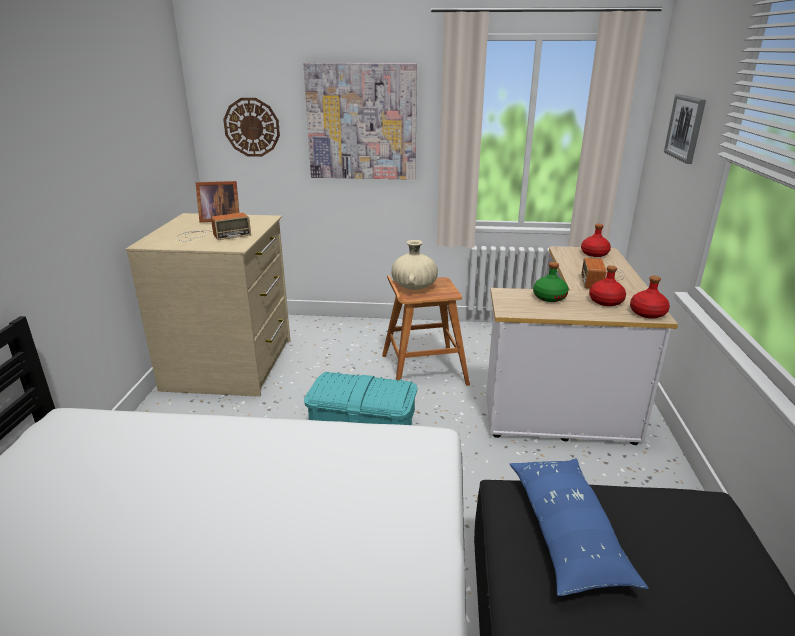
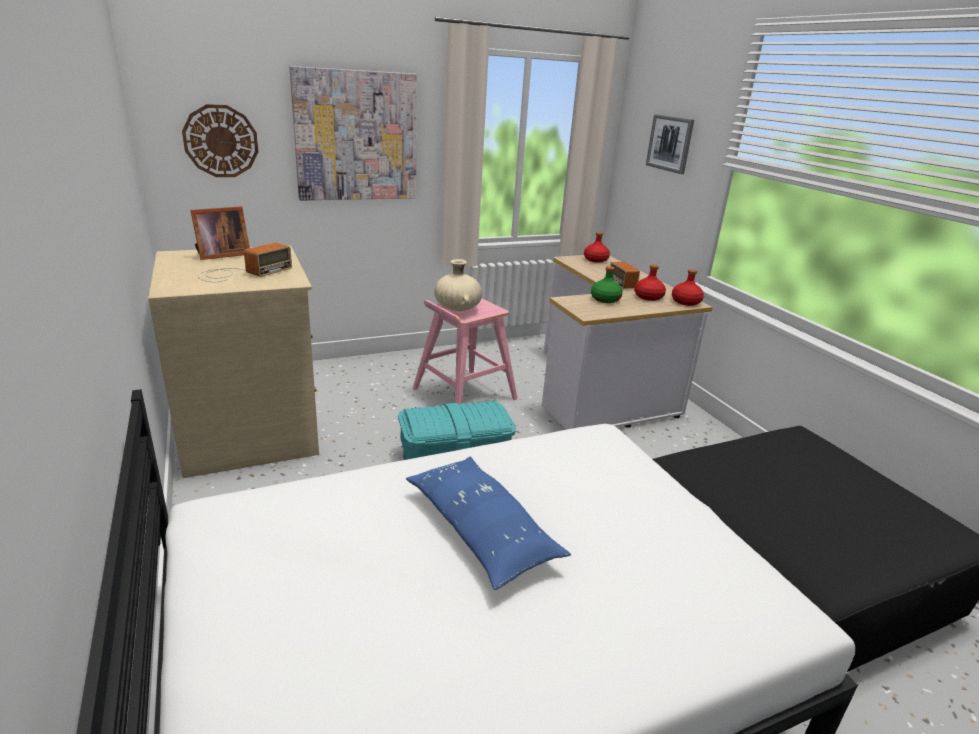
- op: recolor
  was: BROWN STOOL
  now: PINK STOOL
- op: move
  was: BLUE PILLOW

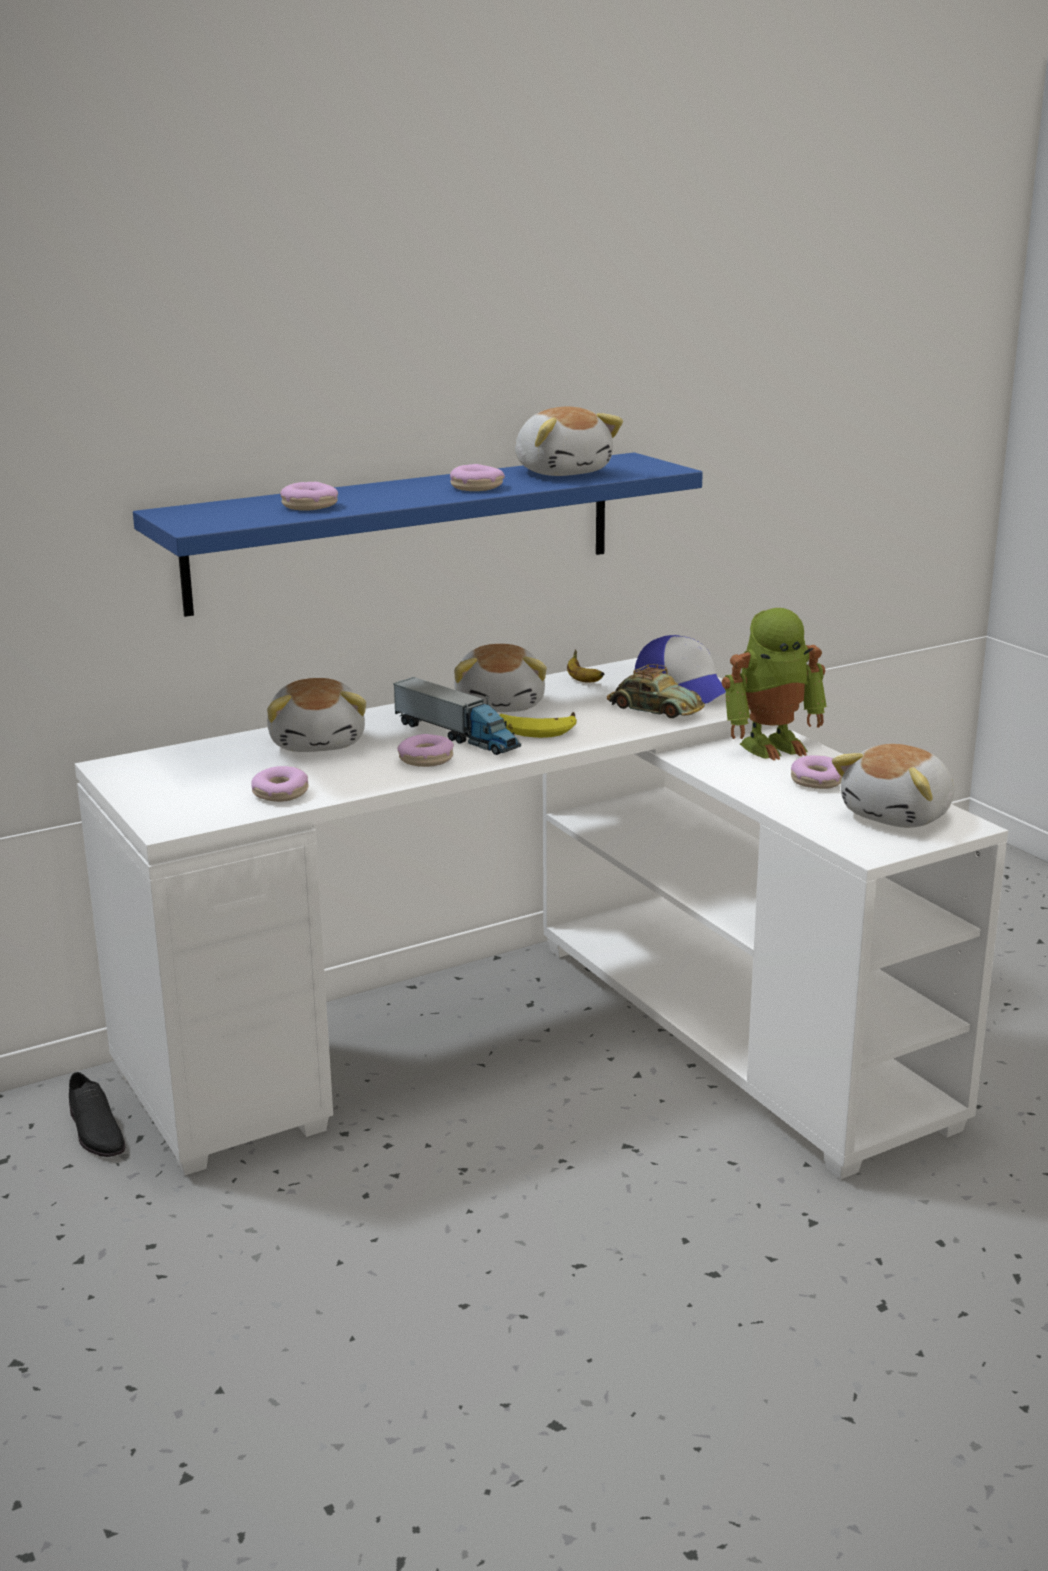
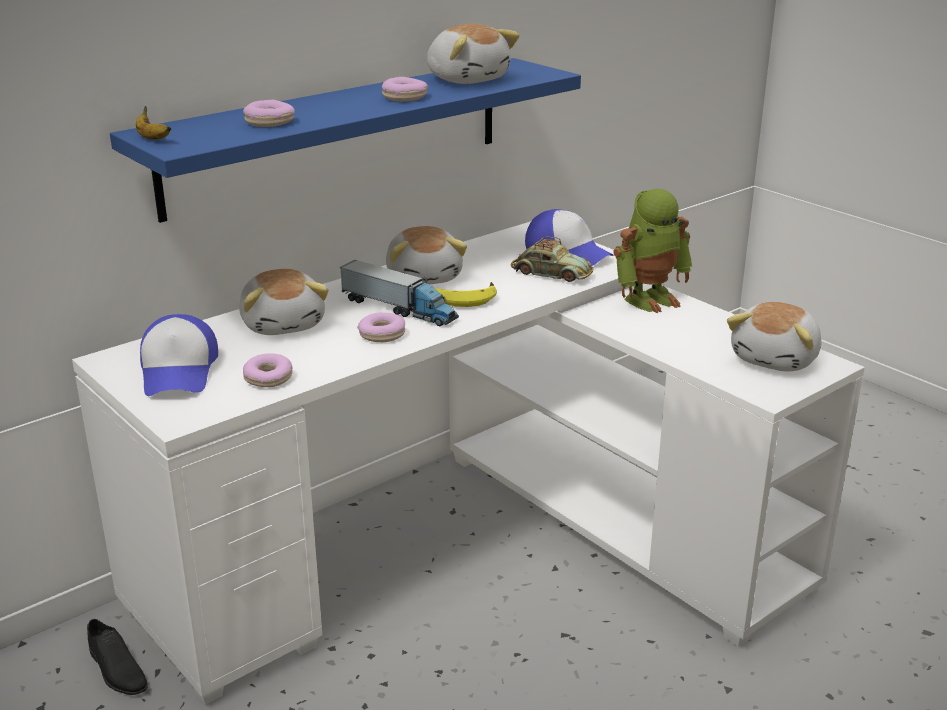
- op: move
  was: BANANA (2nd from left in the first image)
  now: BANANA (1st from left)
- op: delete
  was: DONUT (5th from left)
- op: insert
  now: CAP (1st from left)

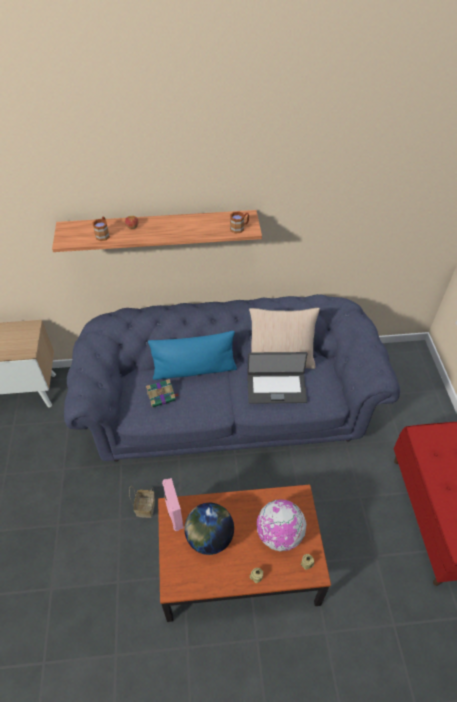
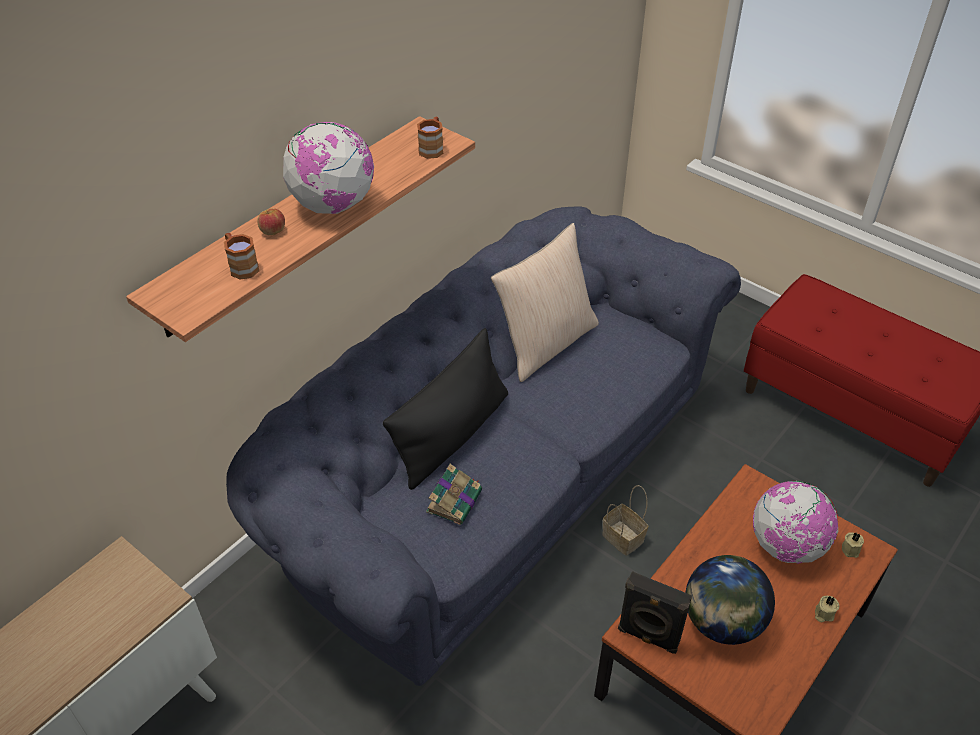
- op: recolor
  was: BLUE PILLOW
  now: BLACK PILLOW
- op: delete
  was: LAPTOP
- op: recolor
  was: PINK SPEAKER
  now: BLACK SPEAKER
- op: move
  was: BASKET
- op: insert
  now: GLOBE (1st from left)

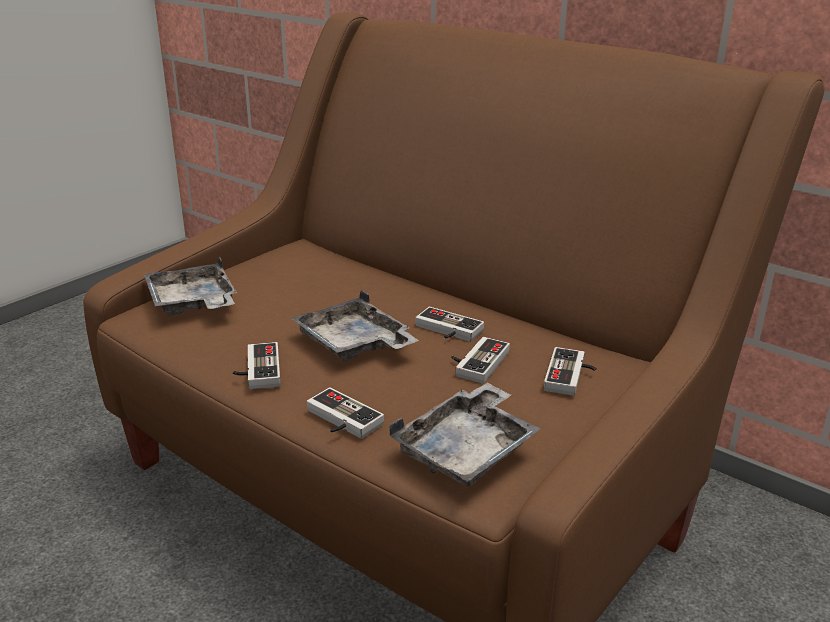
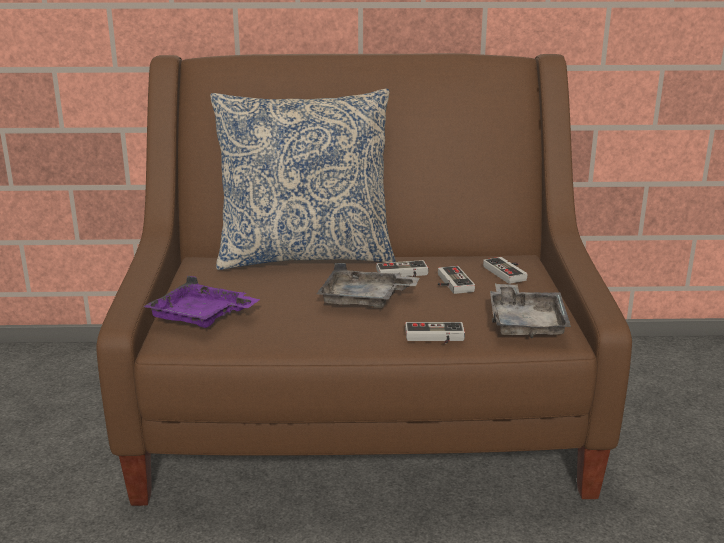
- op: recolor
  was: GREY TRAY (1st from left)
  now: PURPLE TRAY
- op: delete
  was: GAME CONTROLLER (1st from left)
- op: insert
  now: PILLOW

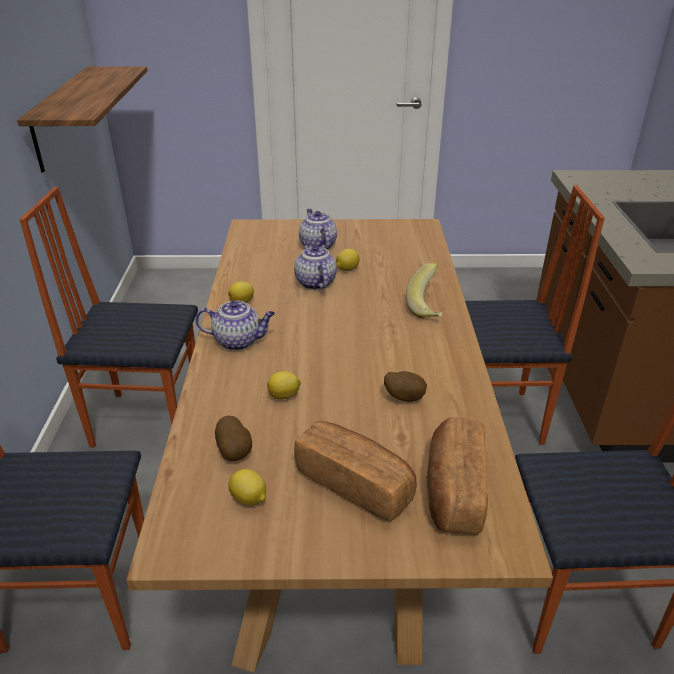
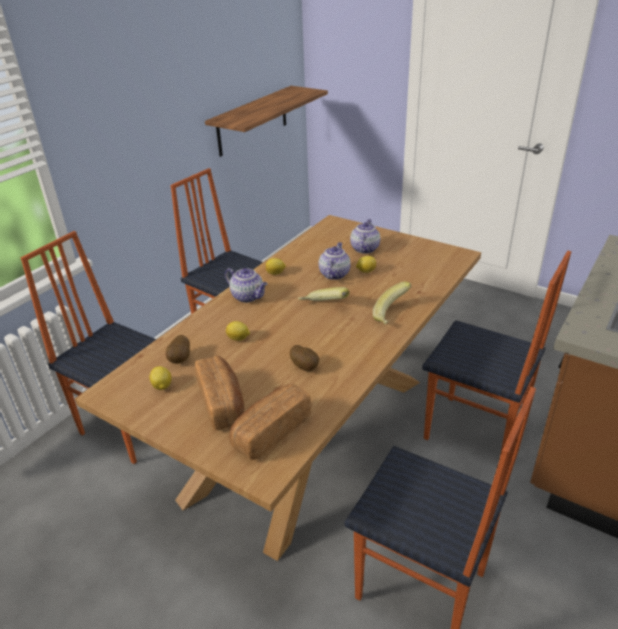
- op: insert
  now: BANANA (1st from left)

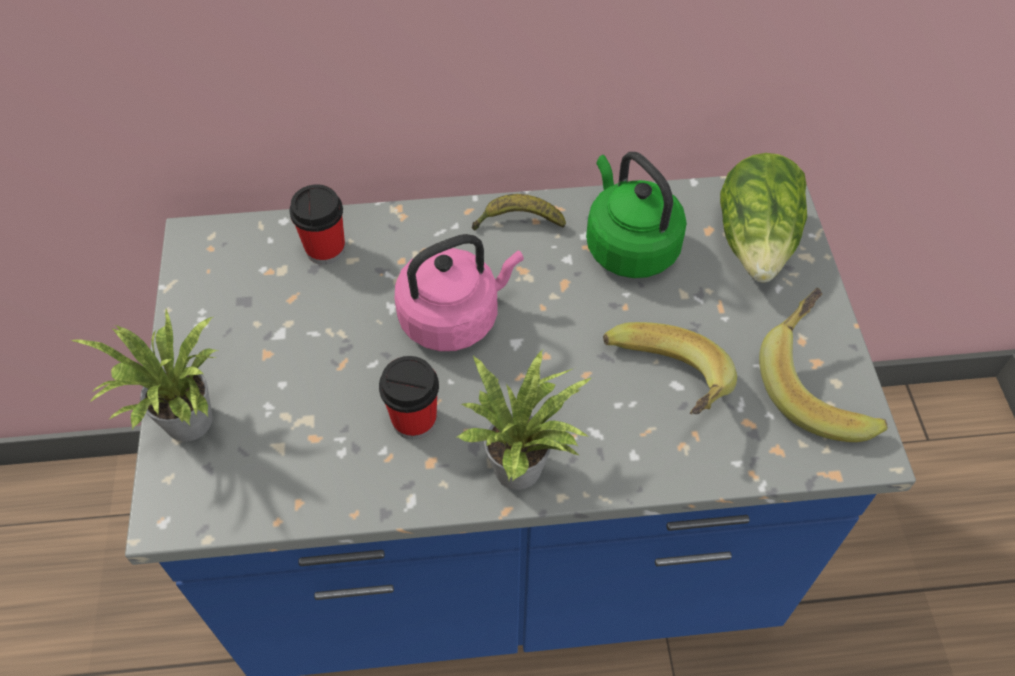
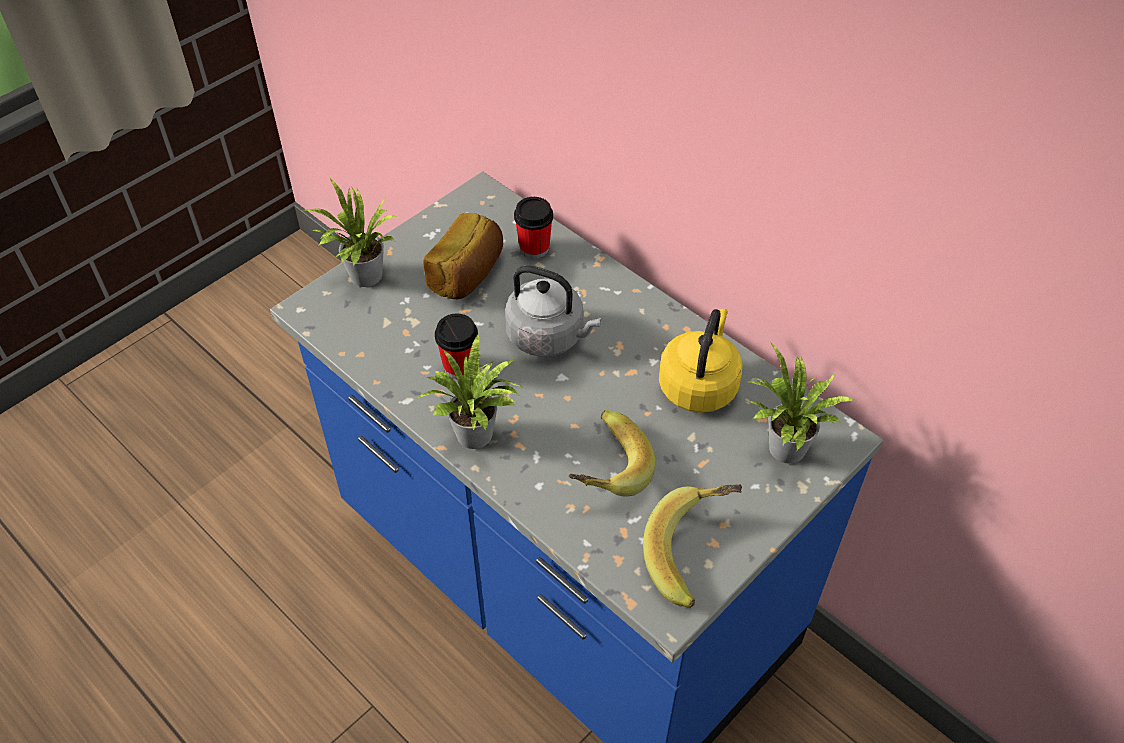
- op: recolor
  was: GREEN KETTLE
  now: YELLOW KETTLE
- op: replace
  was: LETTUCE
  now: POTTED PLANT (3rd from left)
- op: delete
  was: BANANA (1st from left)
- op: recolor
  was: PINK KETTLE
  now: GREY KETTLE
- op: insert
  now: BREAD

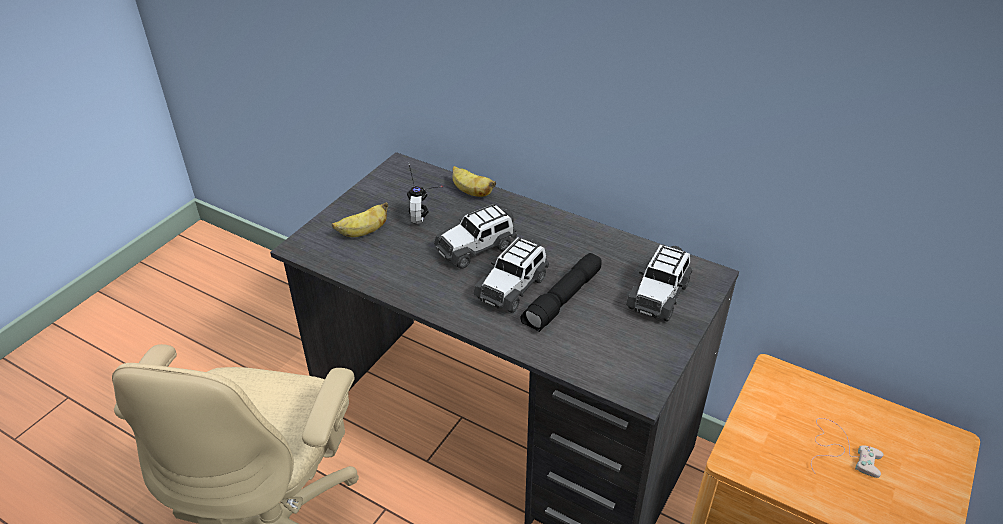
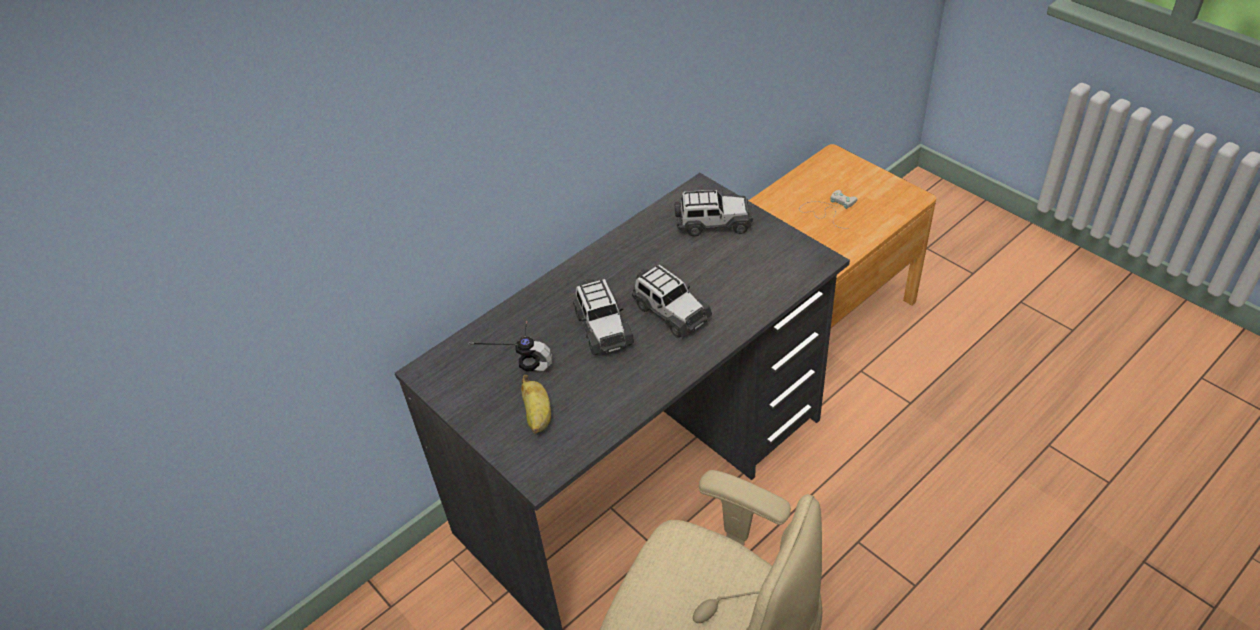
- op: delete
  was: BANANA (2nd from left)
- op: rotate
  was: TOY CAR (3rd from left)
  clockwise: -45
- op: delete
  was: BLACK FLASHLIGHT

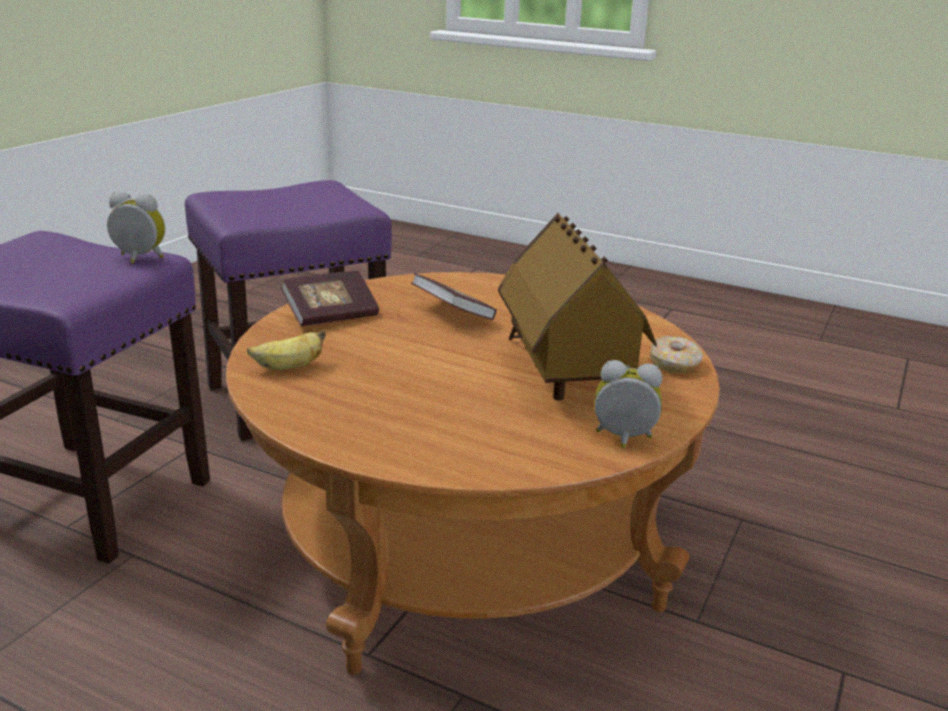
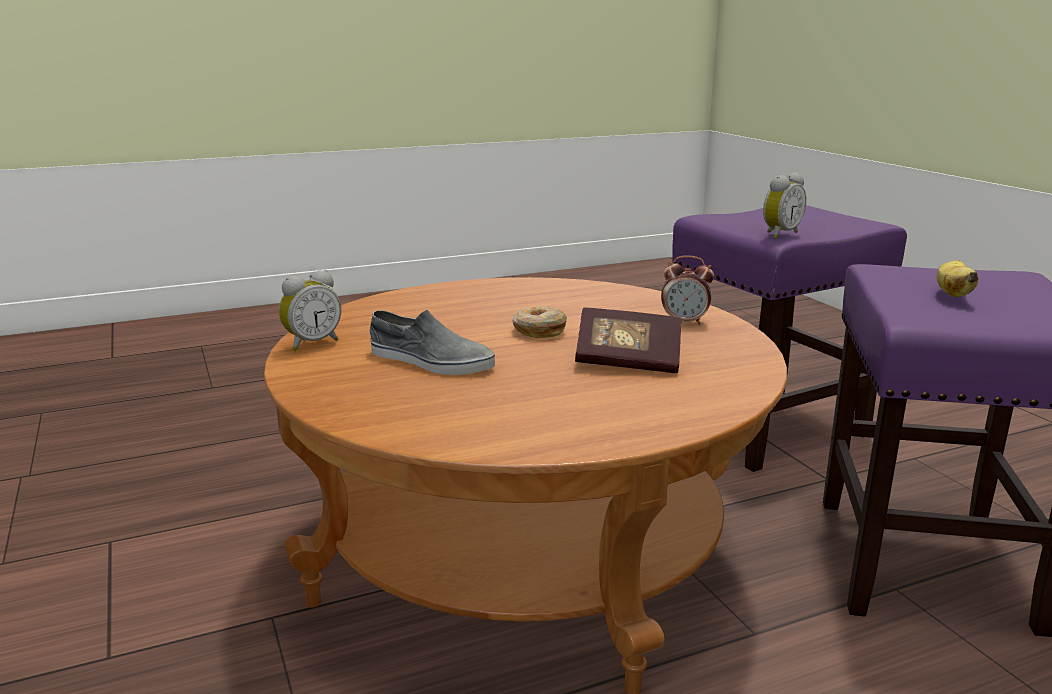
- op: replace
  was: TOY HOUSE
  now: GREY SHOE
- op: replace
  was: BOOK (1st from left)
  now: ALARM CLOCK (2nd from left)
- op: move
  was: BANANA
- op: move
  was: DONUT

